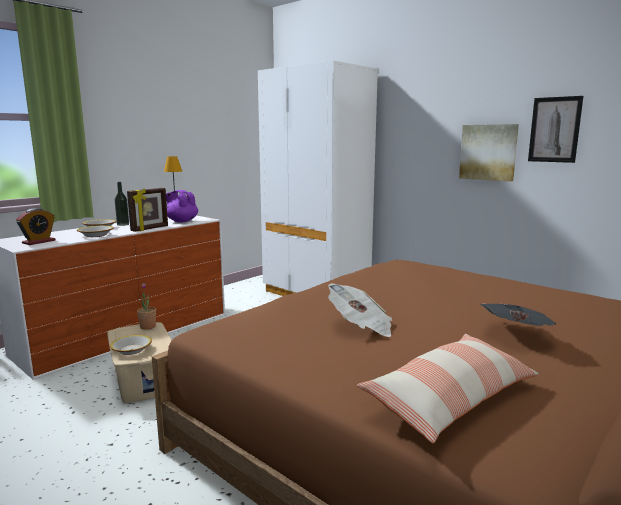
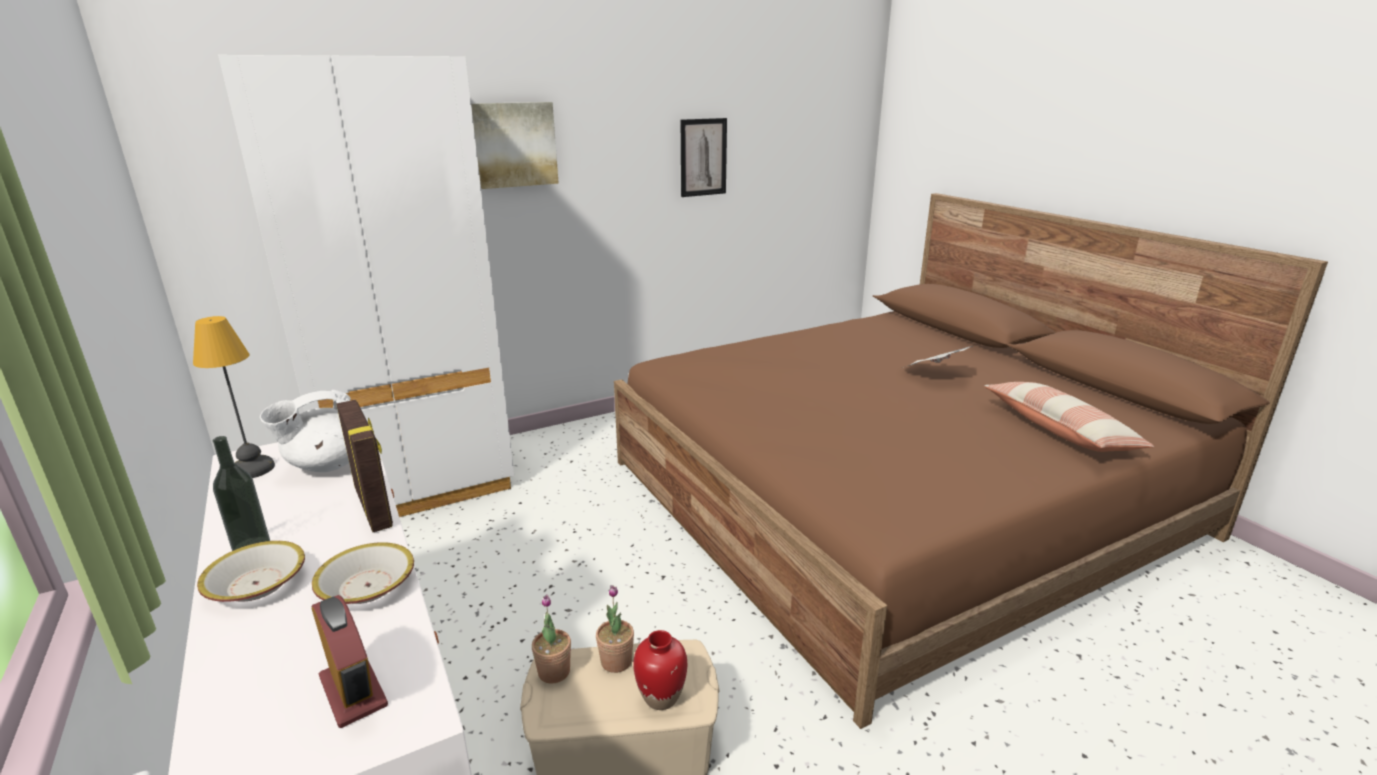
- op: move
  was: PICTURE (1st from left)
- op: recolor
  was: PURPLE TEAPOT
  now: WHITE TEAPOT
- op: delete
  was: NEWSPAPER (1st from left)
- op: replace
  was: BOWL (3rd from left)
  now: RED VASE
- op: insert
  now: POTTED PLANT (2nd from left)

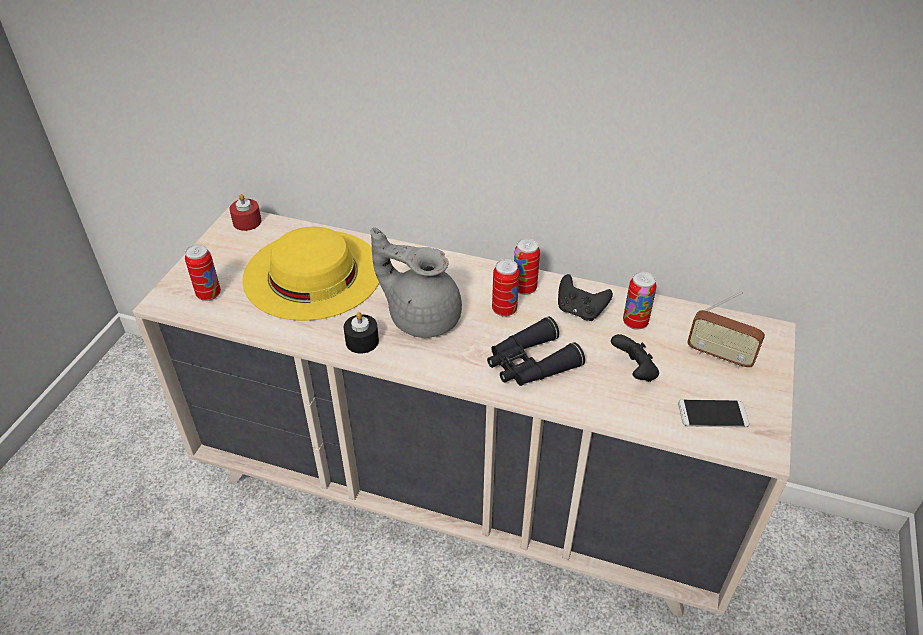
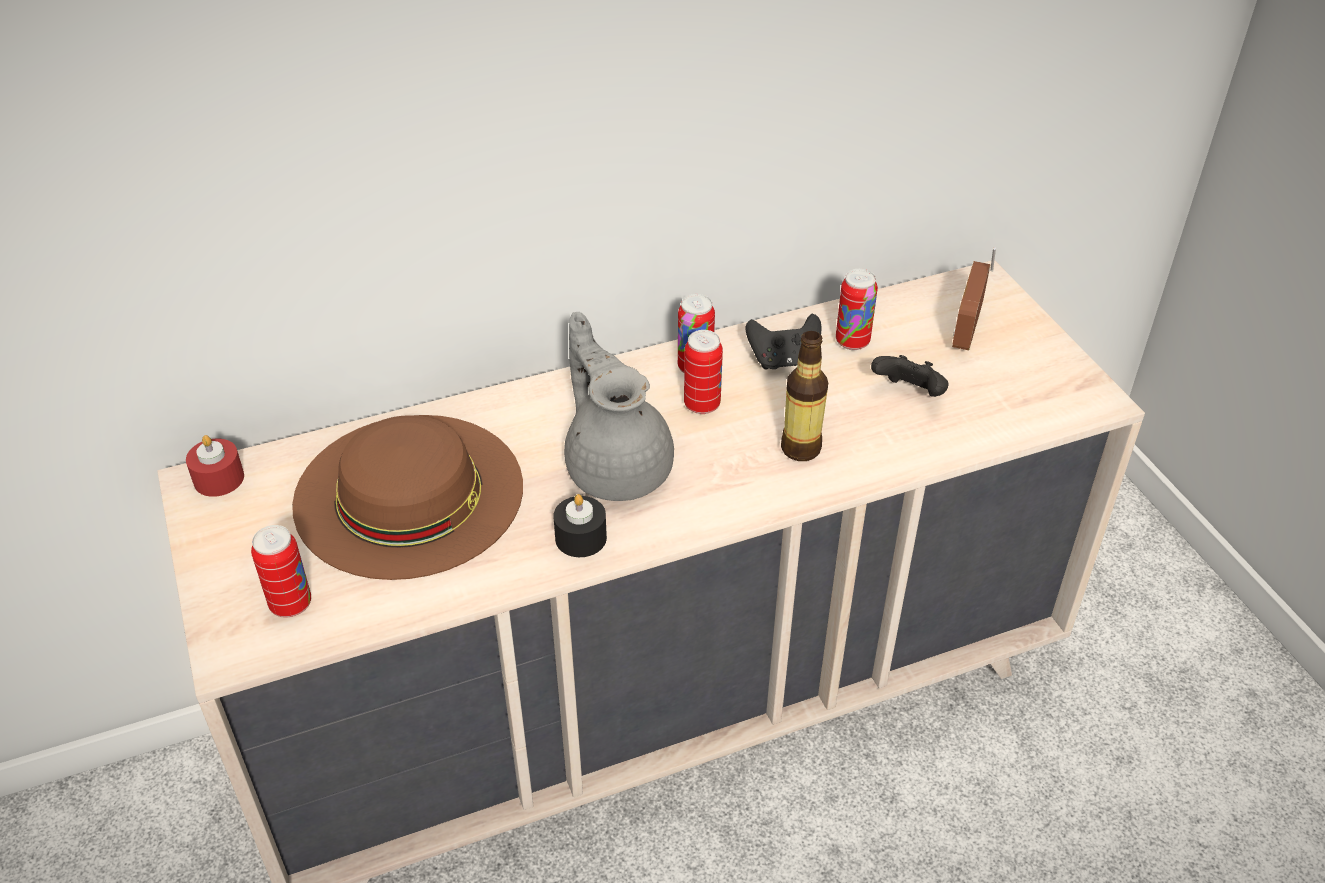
- op: recolor
  was: YELLOW HAT
  now: BROWN HAT
- op: rotate
  was: GREY TEAPOT
  clockwise: 75
- op: rotate
  was: RADIO
  clockwise: 120
- op: replace
  was: BLACK BINOCULARS
  now: BOTTLE
- op: delete
  was: PHONE

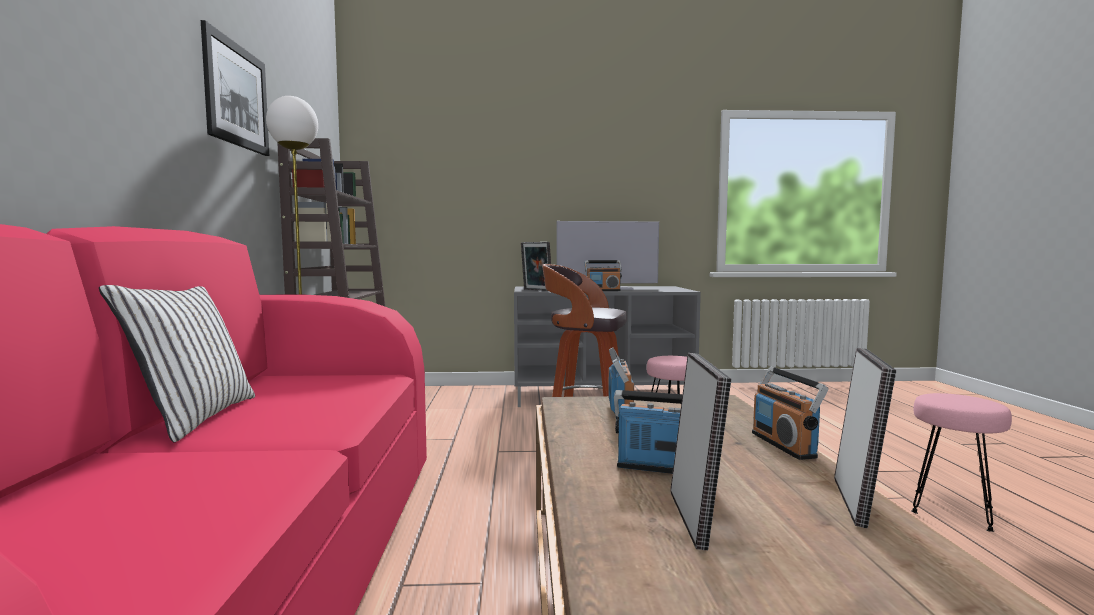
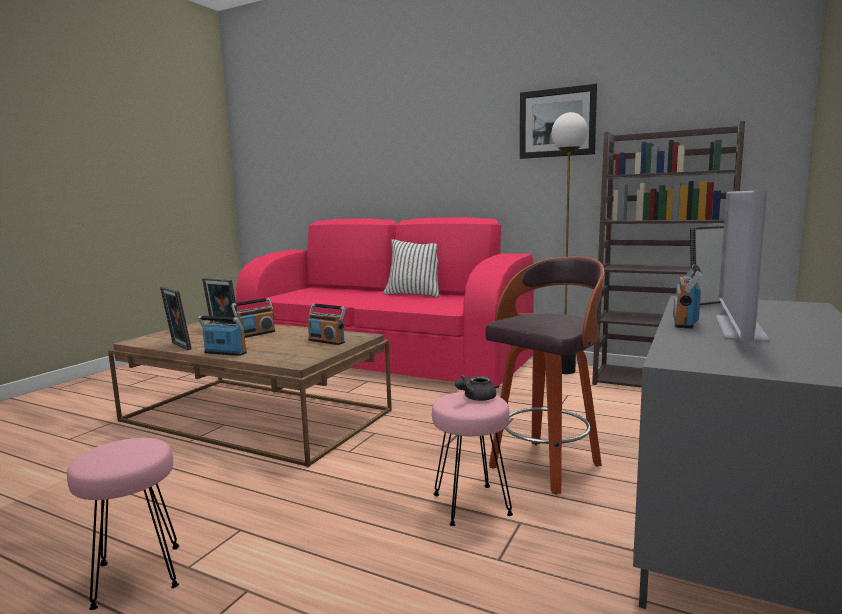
- op: insert
  now: GREY TEAPOT

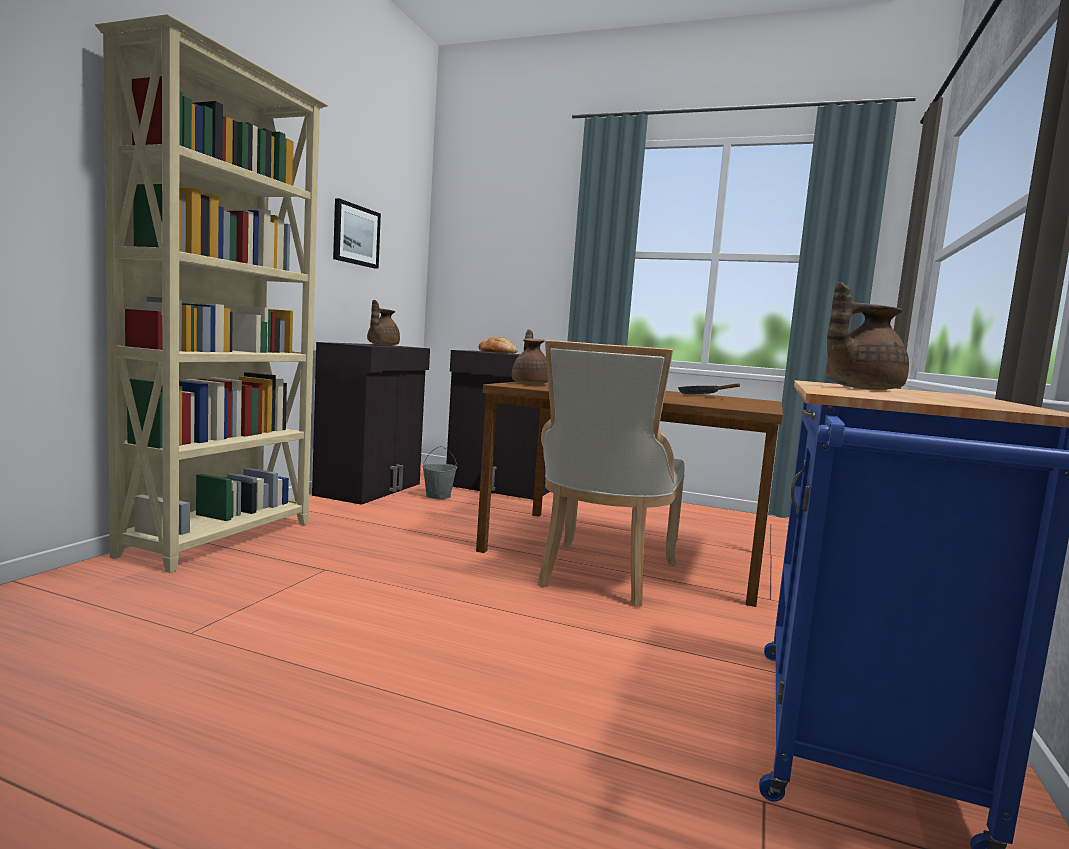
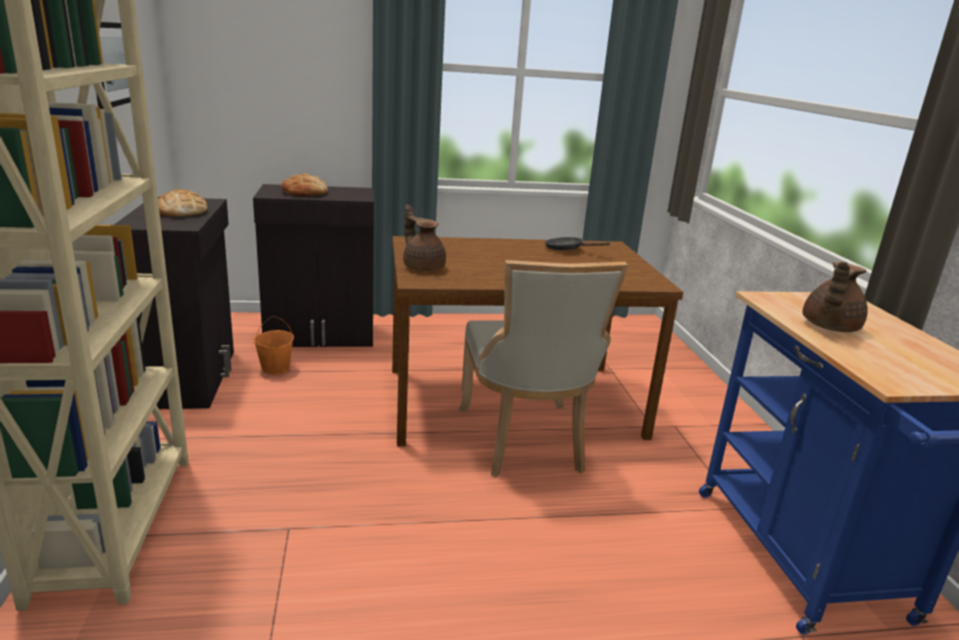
- op: replace
  was: BROWN TEAPOT (1st from left)
  now: BREAD (1st from left)
- op: recolor
  was: GREY BUCKET
  now: ORANGE BUCKET

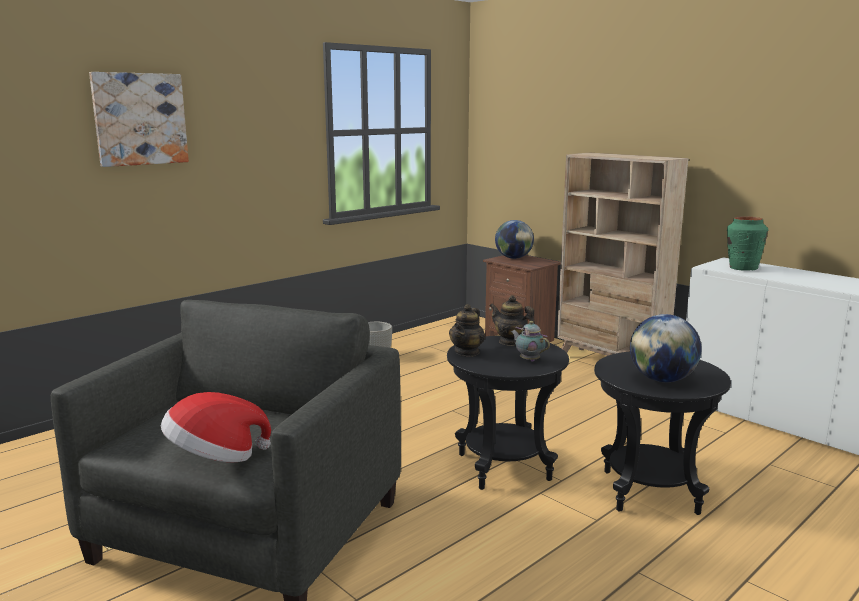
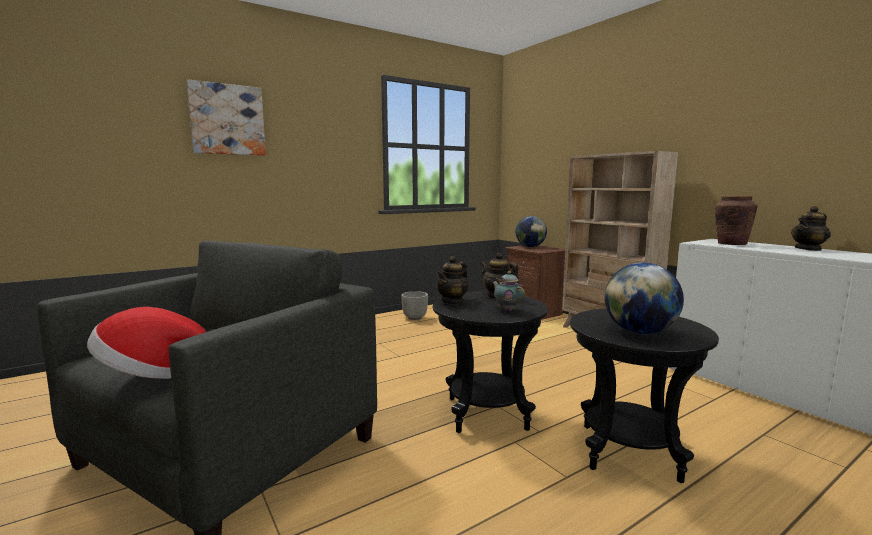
- op: recolor
  was: GREEN VASE
  now: BROWN VASE
- op: insert
  now: TEAPOT (4th from left)

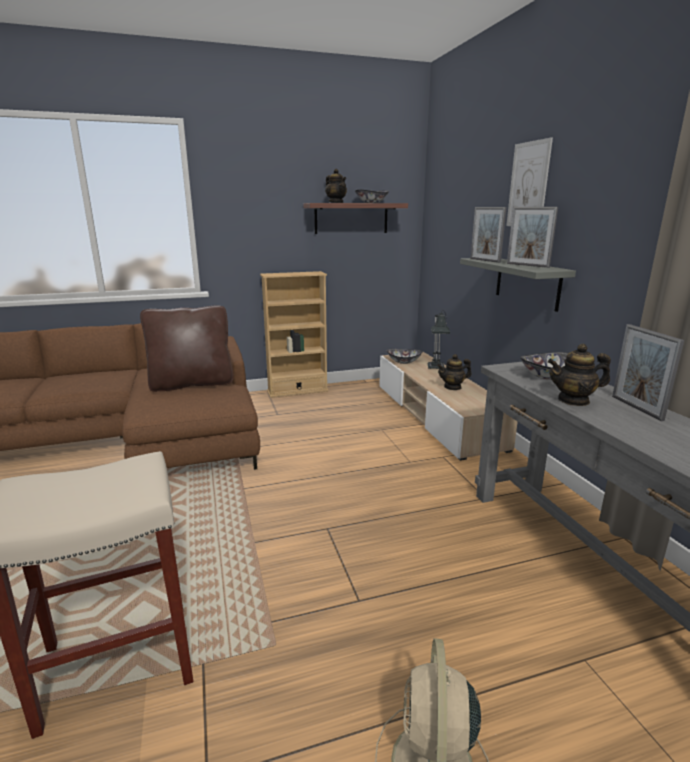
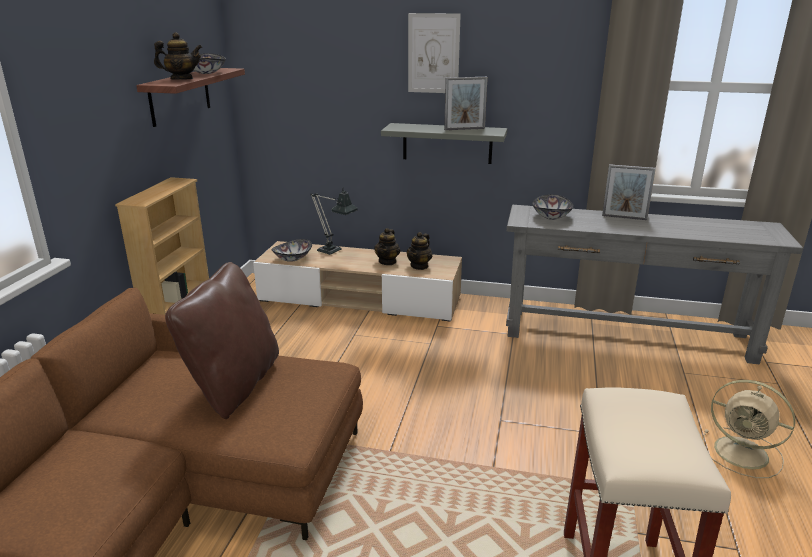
- op: delete
  was: PICTURE FRAME (1st from left)
- op: move
  was: TEAPOT (3rd from left)

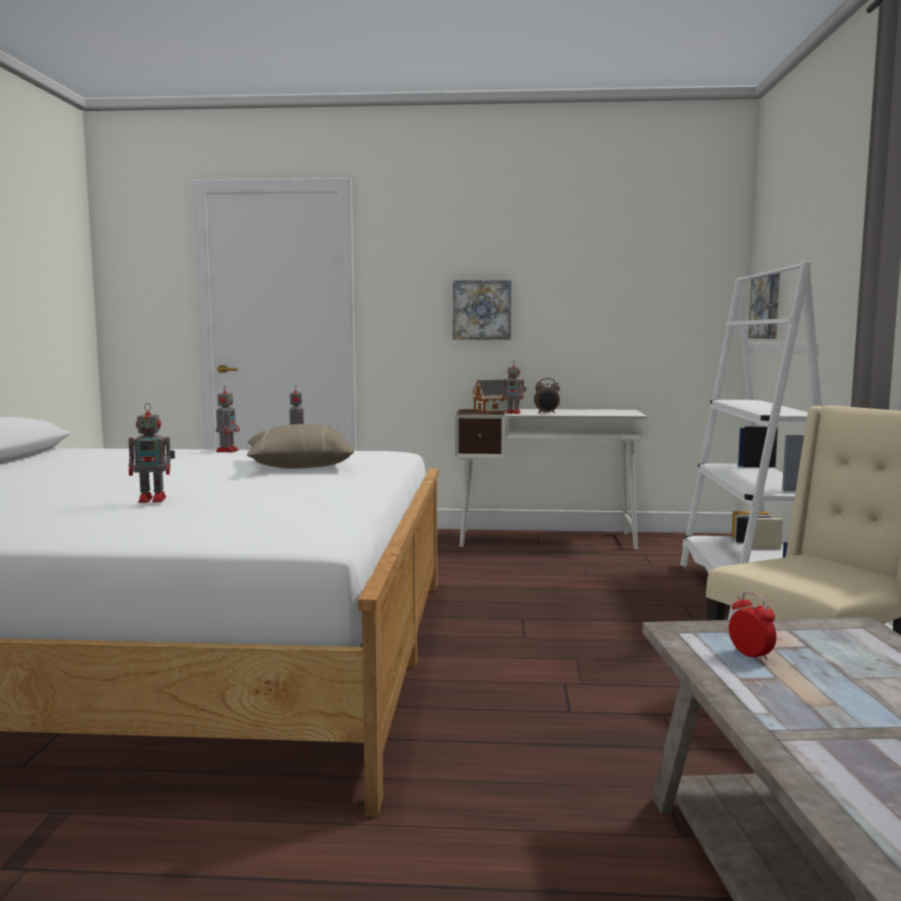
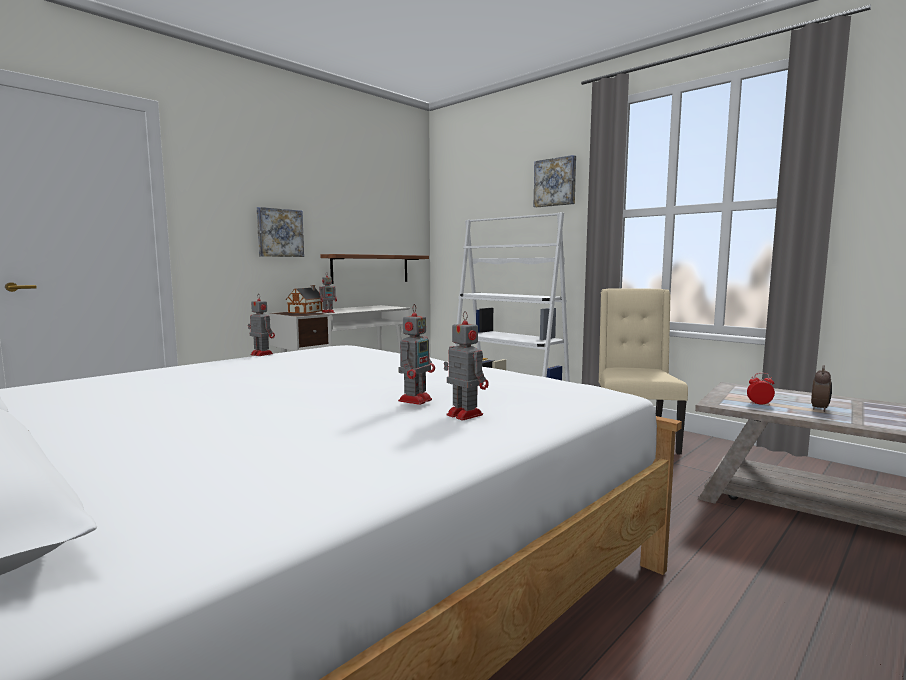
- op: move
  was: PICTURE (2nd from left)
- op: move
  was: ALARM CLOCK (1st from left in the first image)
  now: ALARM CLOCK (2nd from left)
- op: move
  was: TOY ROBOT (2nd from left in the first image)
  now: TOY ROBOT (4th from left)
- op: delete
  was: BEIGE PILLOW
- op: insert
  now: SHELF

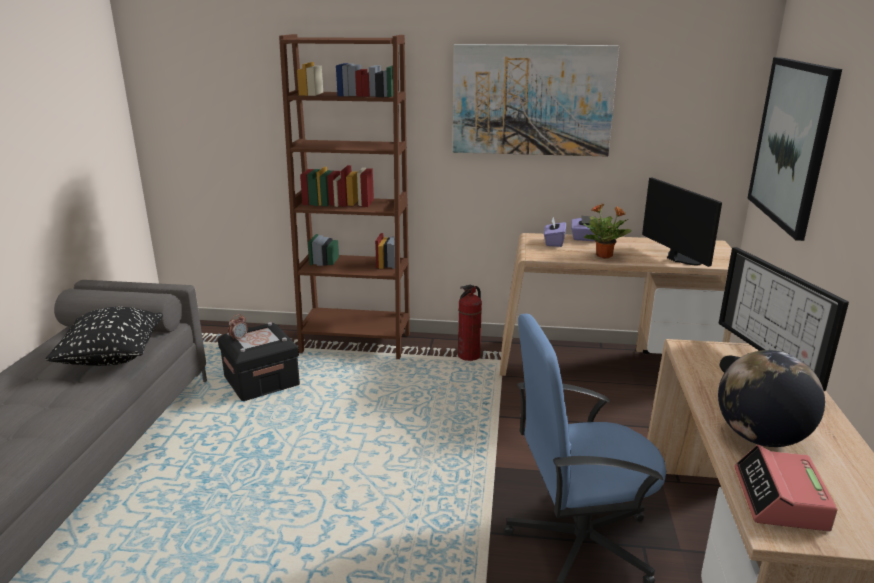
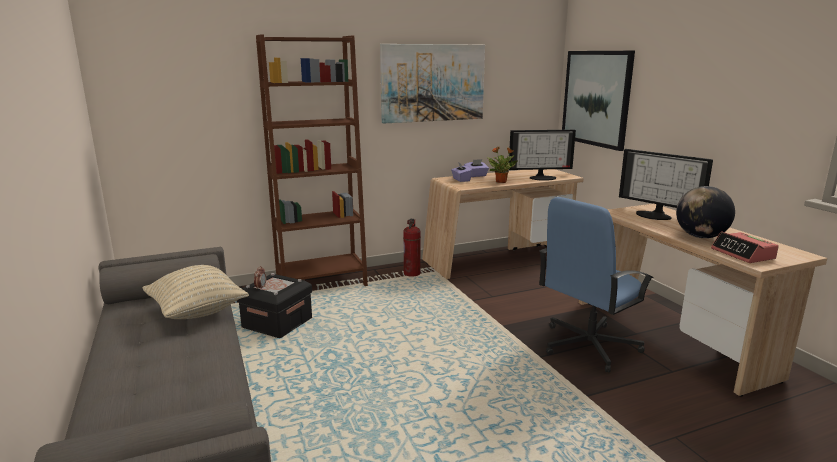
- op: rotate
  was: MONITOR (1st from left)
  clockwise: 135
- op: recolor
  was: BLACK PILLOW
  now: BEIGE PILLOW

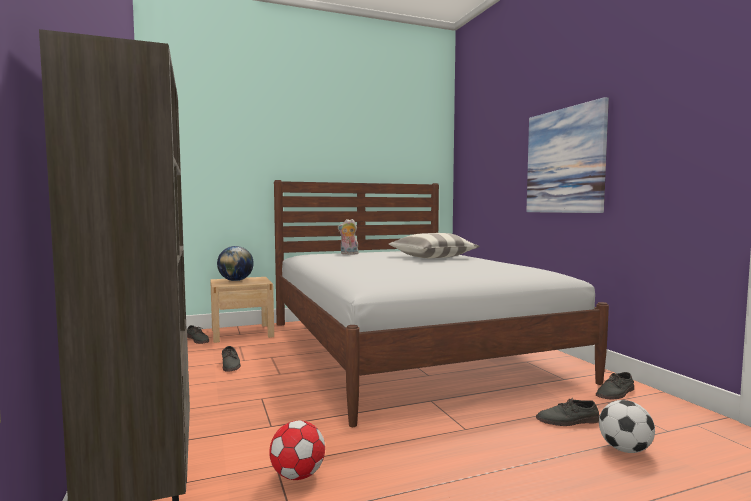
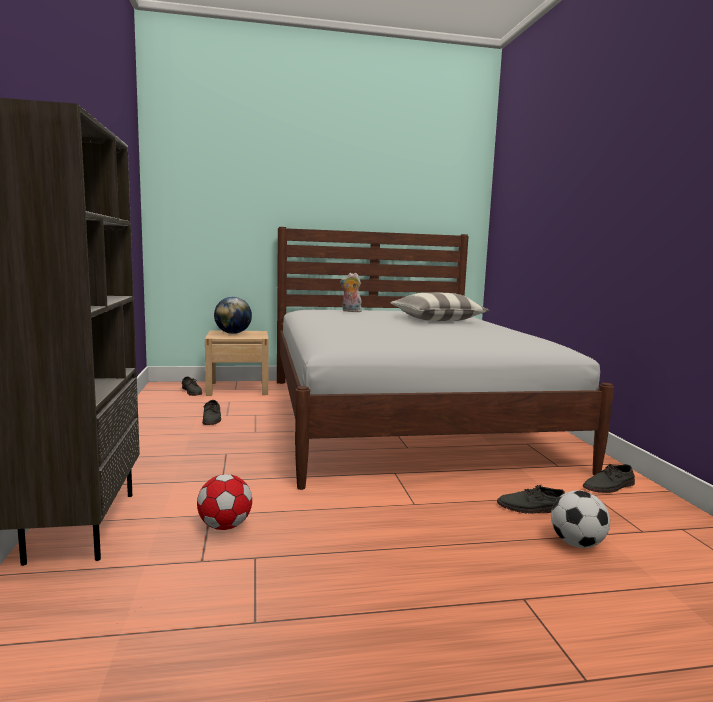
- op: delete
  was: PICTURE

